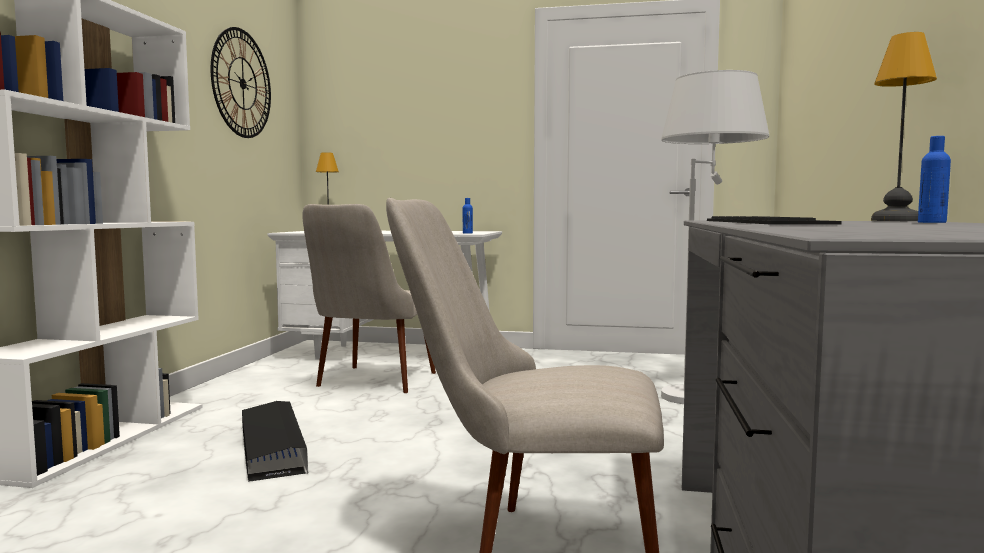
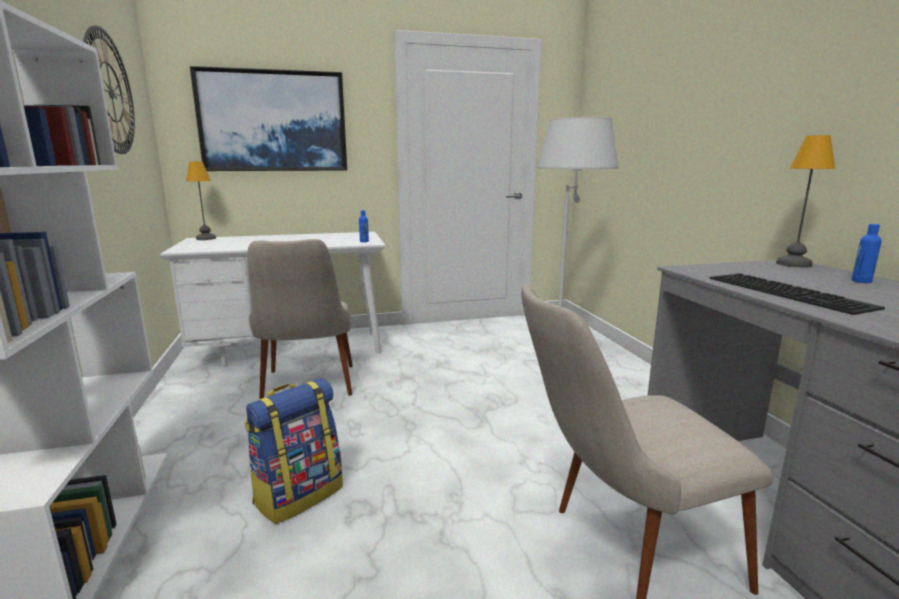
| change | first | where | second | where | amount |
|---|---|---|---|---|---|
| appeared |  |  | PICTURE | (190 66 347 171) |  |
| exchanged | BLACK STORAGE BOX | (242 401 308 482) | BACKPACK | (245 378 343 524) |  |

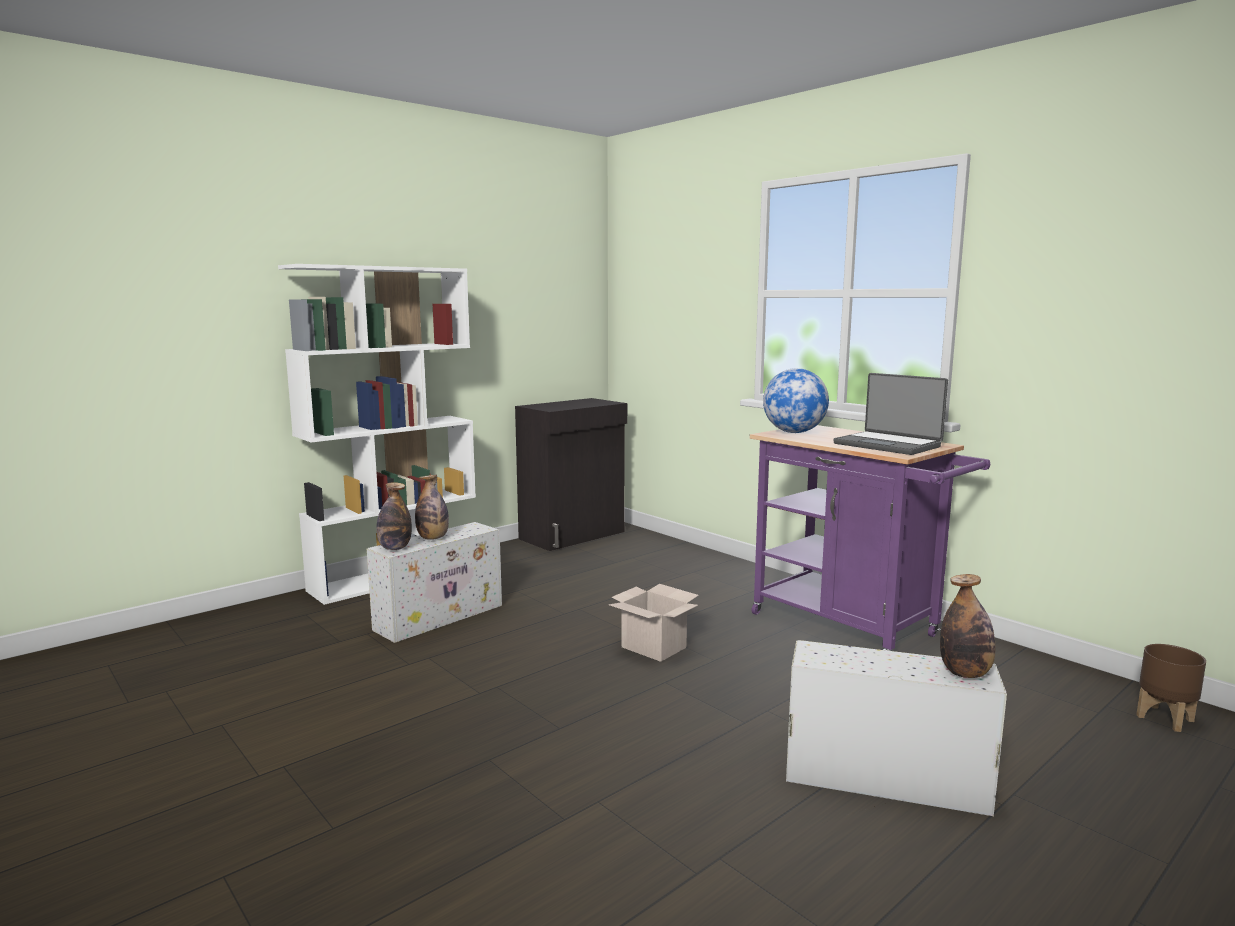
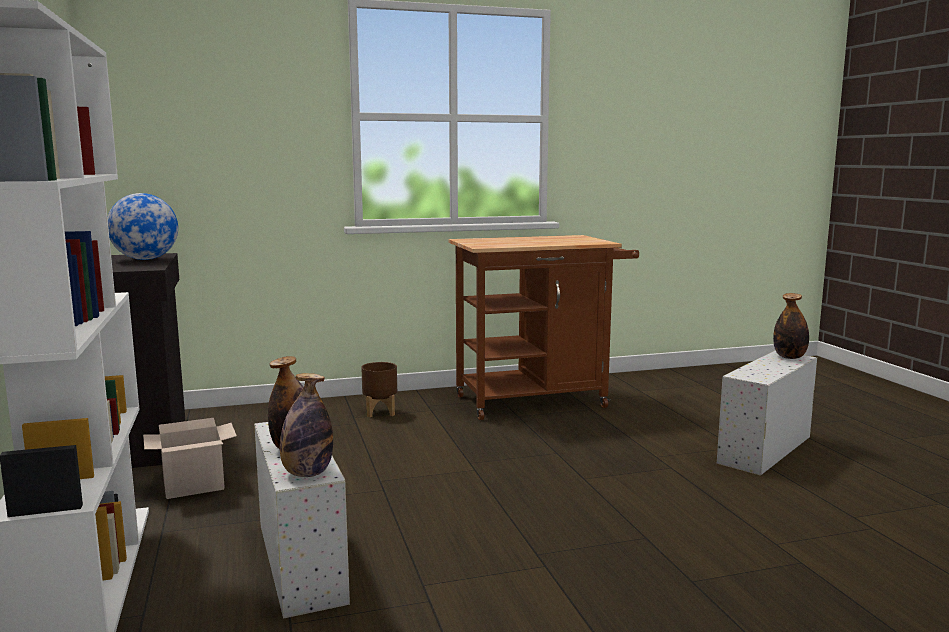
| change | first | where | second | where | amount |
|---|---|---|---|---|---|
| missing | LAPTOP | (833 373 948 455) |  |  |  |
| relocated | CARDBOARD BOX | (609 584 699 662) |  | (143 418 237 499) |  |
| relocated | GLOBE | (763 368 829 433) |  | (107 193 178 260) |  |
| relocated | BROWN PLANTER | (1136 644 1206 732) |  | (361 362 397 417) |  |
| colour | PURPLE CART | (749 425 990 651) | BROWN CART | (449 235 639 420) |  |

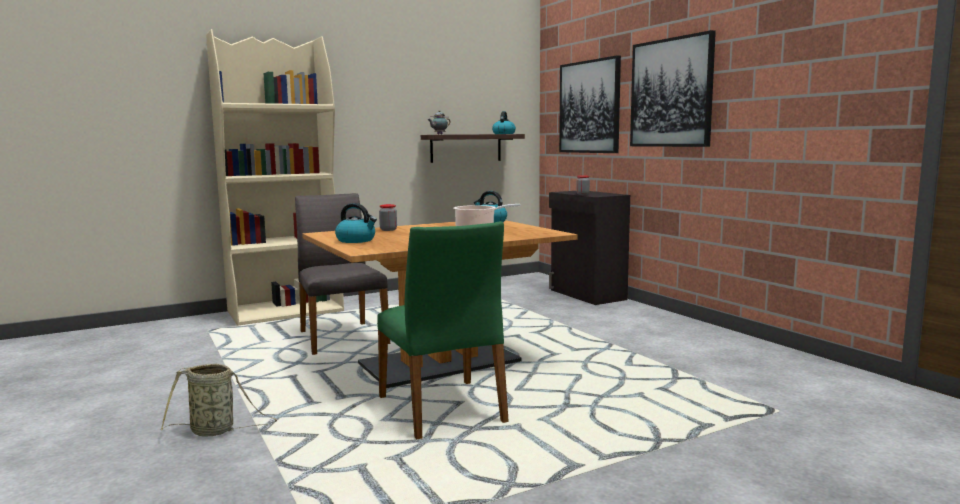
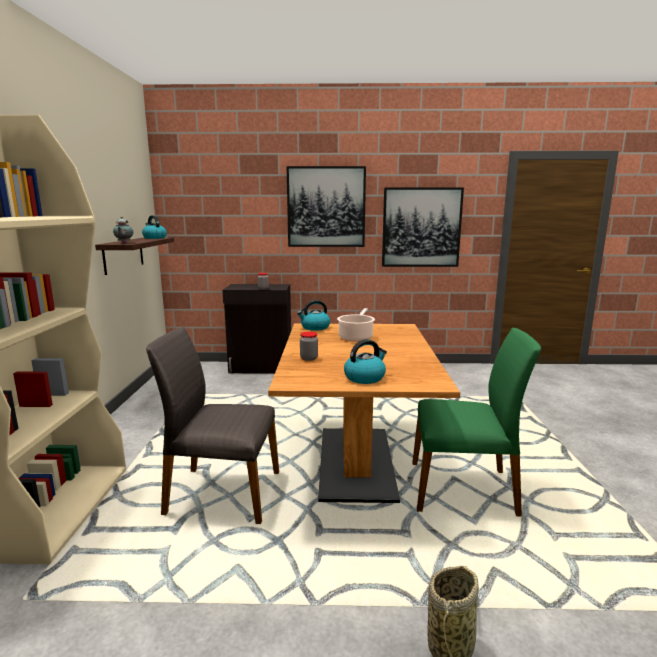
| change | first | where | second | where | amount |
|---|---|---|---|---|---|
| relocated | PICTURE | (559 55 621 153) |  | (382 188 464 267) |  |

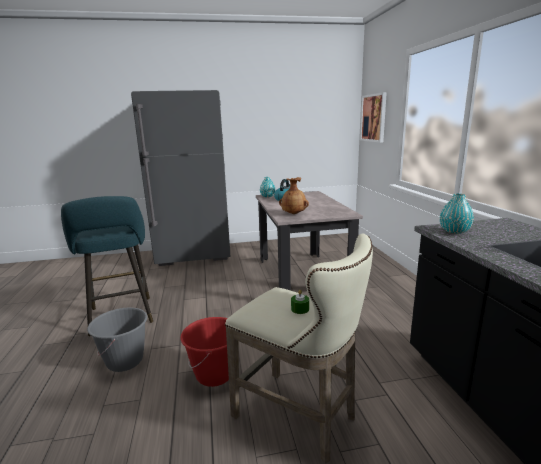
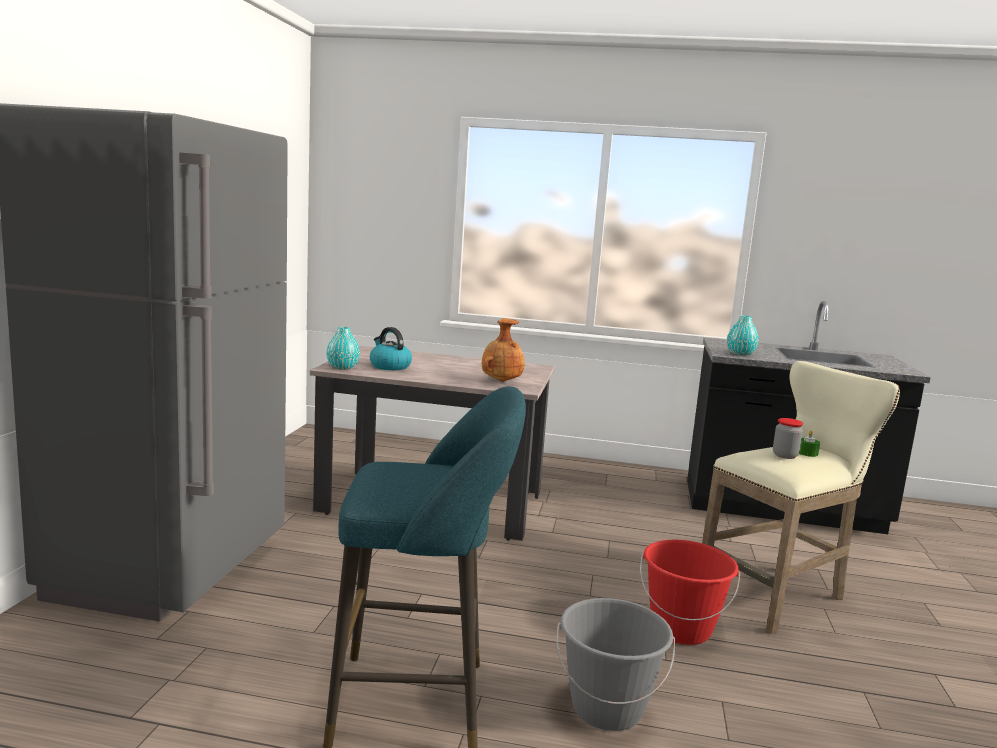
| change | first | where | second | where | amount |
|---|---|---|---|---|---|
| missing | PICTURE | (360 92 387 143) |  |  |  |
| appeared |  |  | JAR | (773 418 803 459) |  |

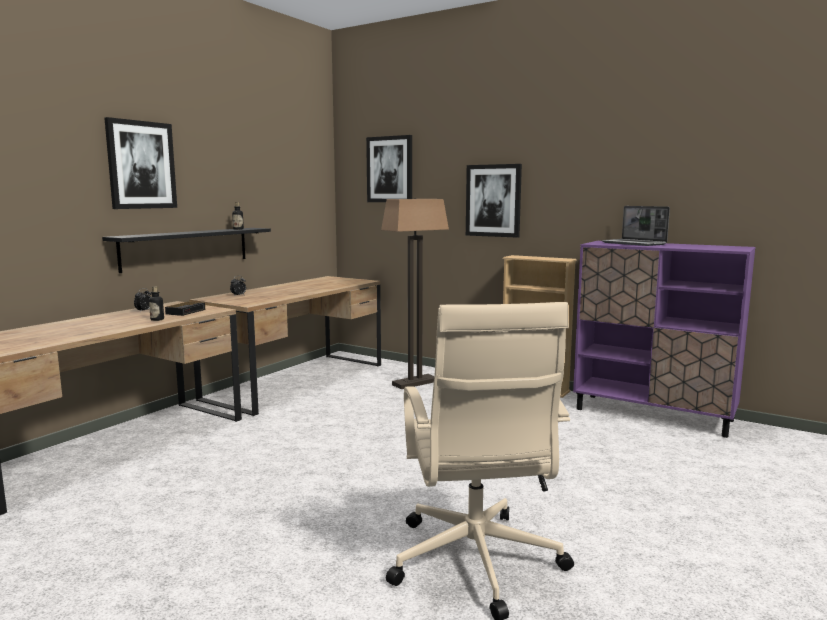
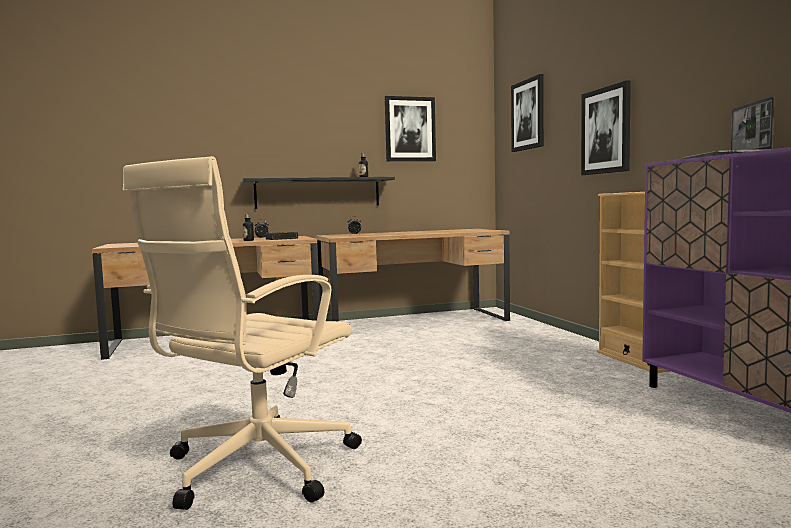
| change | first | where | second | where | amount |
|---|---|---|---|---|---|
| missing | FLOOR LAMP | (381 198 449 389) |  |  |  |
| relocated | PICTURE | (104 117 177 209) |  | (385 96 436 161) |  |

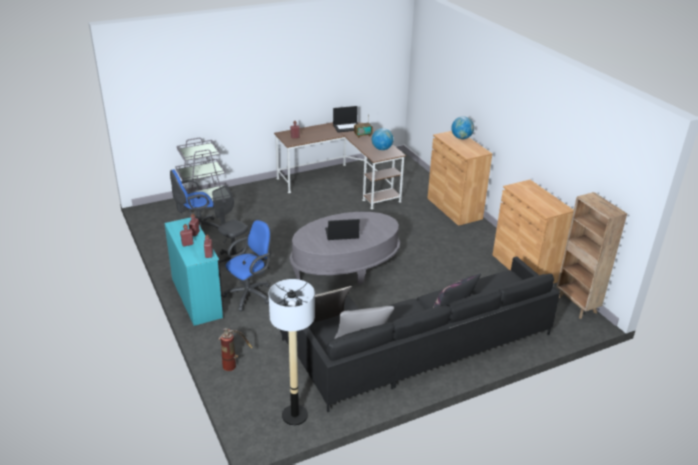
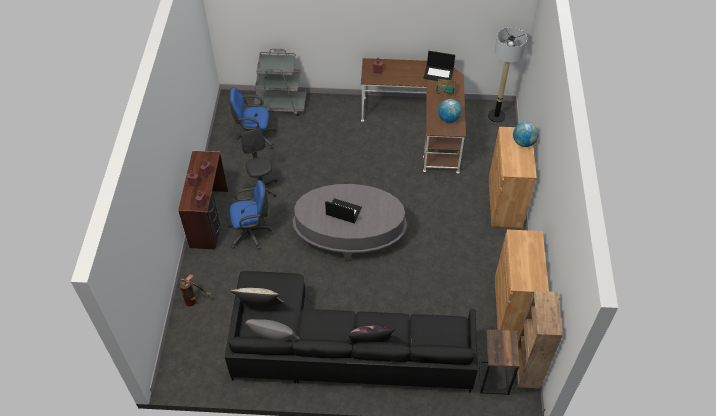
| change | first | where | second | where | amount |
|---|---|---|---|---|---|
| appeared |  |  | SIDE TABLE | (479 329 520 395) |  |
| relocated | FLOOR LAMP | (268 279 315 426) |  | (488 27 527 123) |  |
| colour | TURQUOISE DESK | (164 217 224 326) | BROWN DESK | (178 151 228 249) |  |

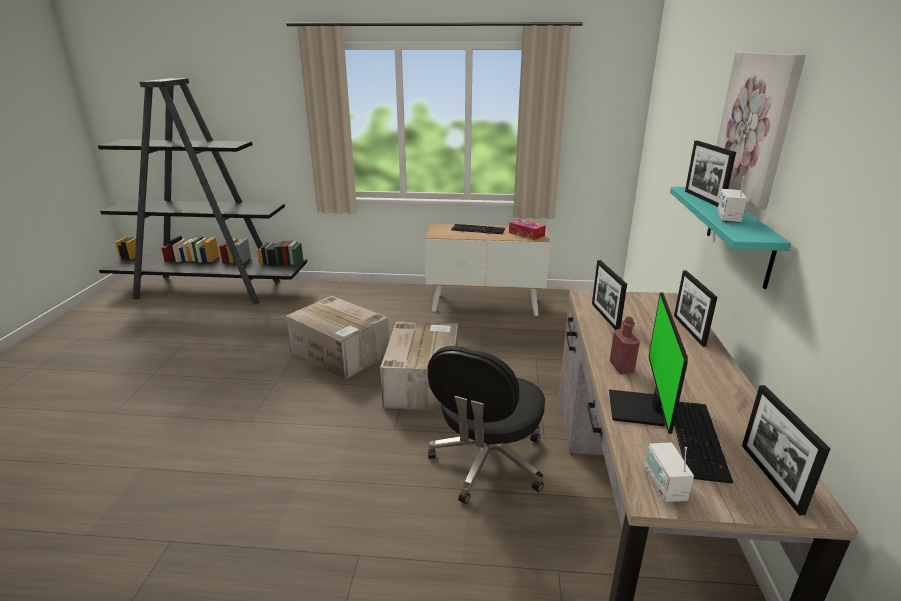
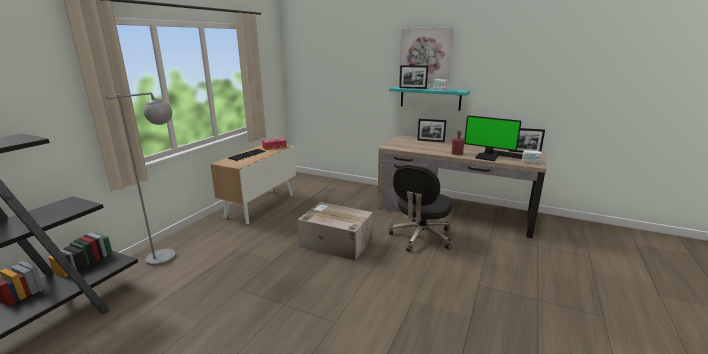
| change | first | where | second | where | amount |
|---|---|---|---|---|---|
| missing | CARDBOARD BOX | (285 296 389 380) |  |  |  |
| missing | PICTURE FRAME | (592 260 627 330) |  |  |  |
| appeared |  |  | GREY FLOOR LAMP | (106 92 176 266) |  |
| spun | BLACK OFFICE CHAIR | (428 346 545 504) |  | (389 165 453 252) | 75 degrees clockwise |

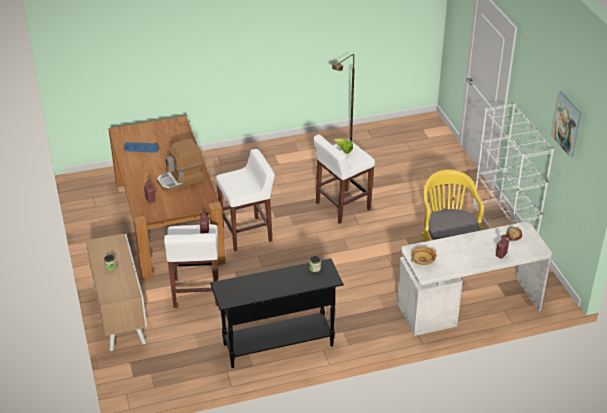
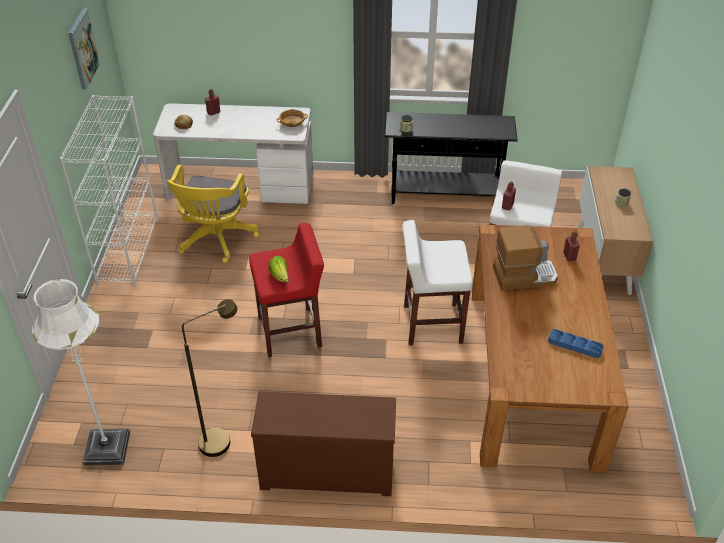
| change | first | where | second | where | amount |
|---|---|---|---|---|---|
| appeared |  |  | WHITE FLOOR LAMP | (32 279 130 466) |  |
| appeared |  |  | BROWN DRESSER | (251 391 396 496) |  |
| colour | WHITE STOOL | (313 134 375 224) | RED STOOL | (249 223 324 357) |  |

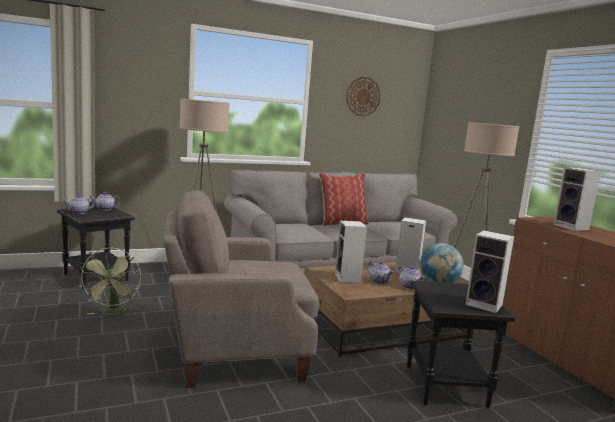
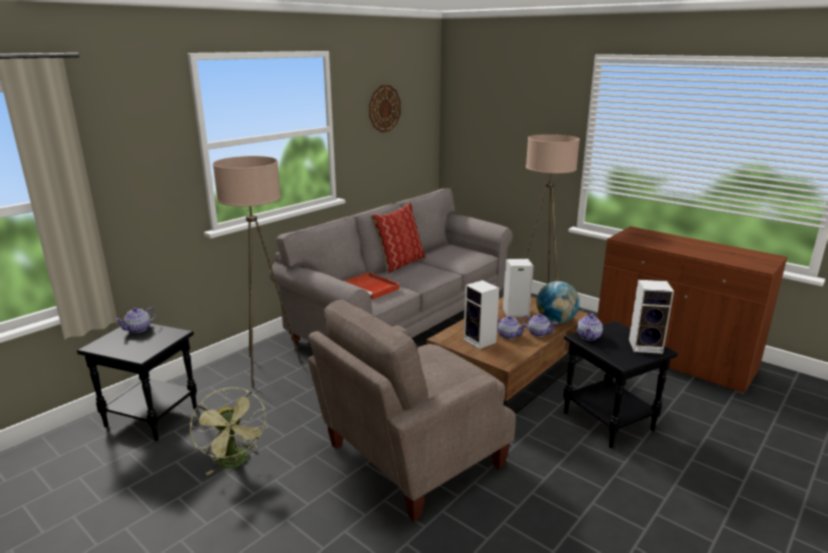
| change | first | where | second | where | amount |
|---|---|---|---|---|---|
| missing | SPEAKER | (553 167 601 231) |  |  |  |
| appeared |  |  | RED TRAY | (344 272 399 300) |  |
| relocated | TEAPOT | (62 195 95 214) |  | (577 313 603 341) |  |

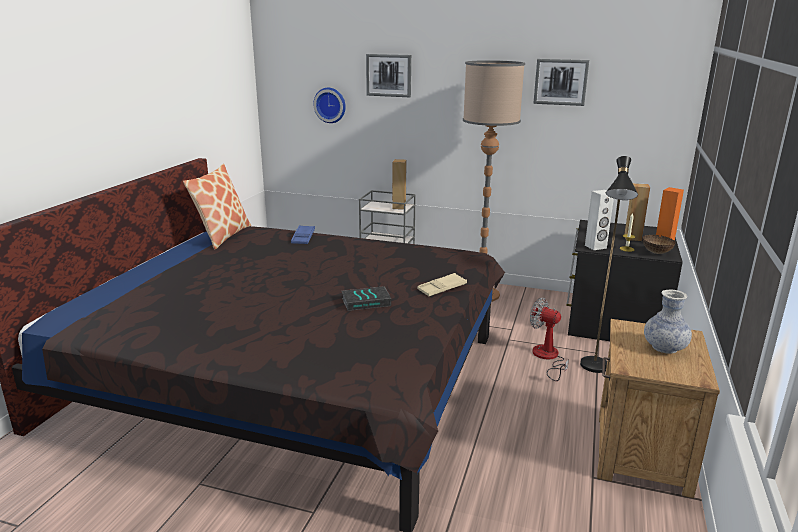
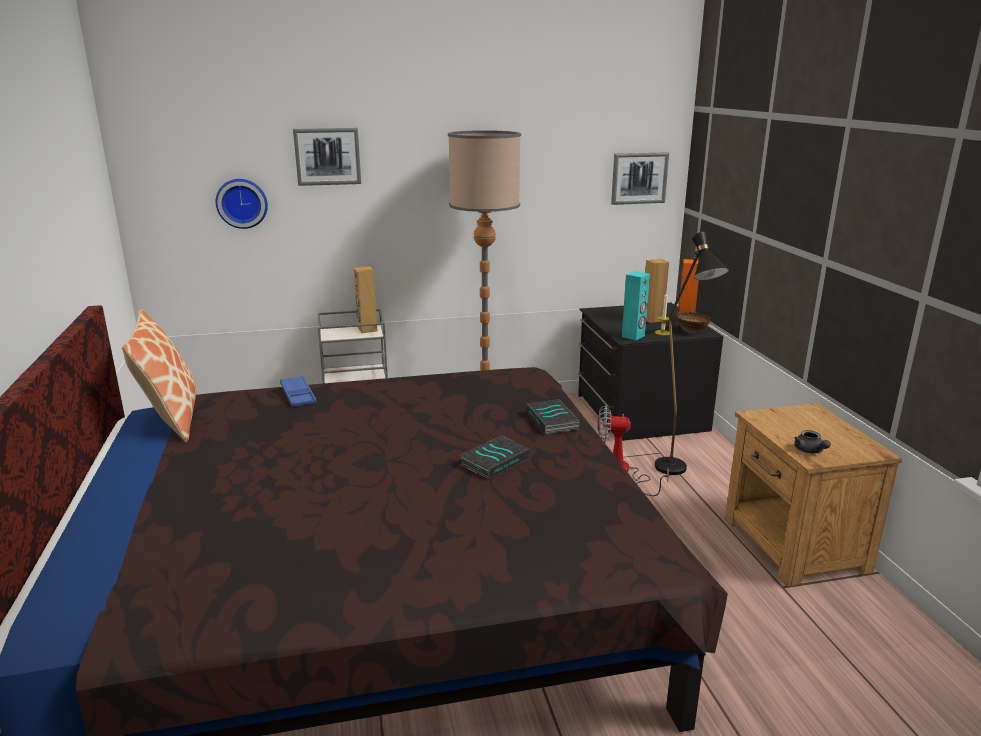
| change | first | where | second | where | amount |
|---|---|---|---|---|---|
| missing | VASE | (644 289 692 354) |  |  |  |
| appeared |  |  | GREY TEAPOT | (794 430 831 453) |  |
| relocated | PICTURE | (533 59 589 106) |  | (611 152 669 205) |  |
| exchanged | BEIGE TRAY | (417 273 467 296) | BOOK | (527 399 580 435) |  |
| colour | WHITE SPEAKER | (585 190 614 250) | TURQUOISE SPEAKER | (622 271 650 340) |  |

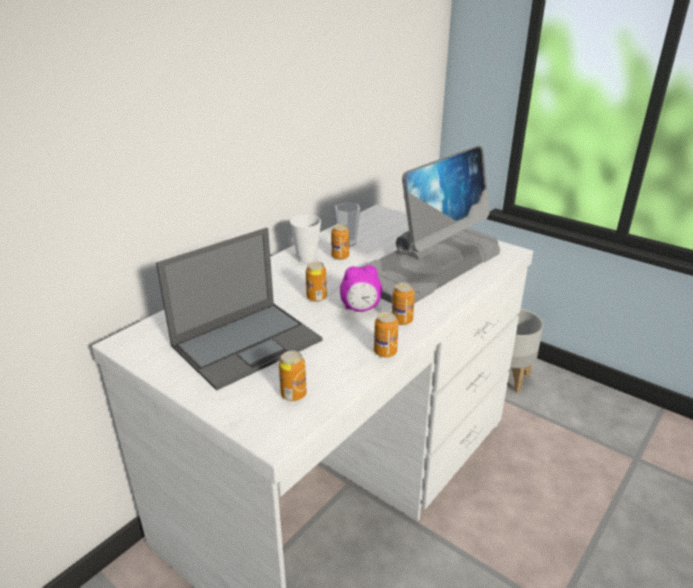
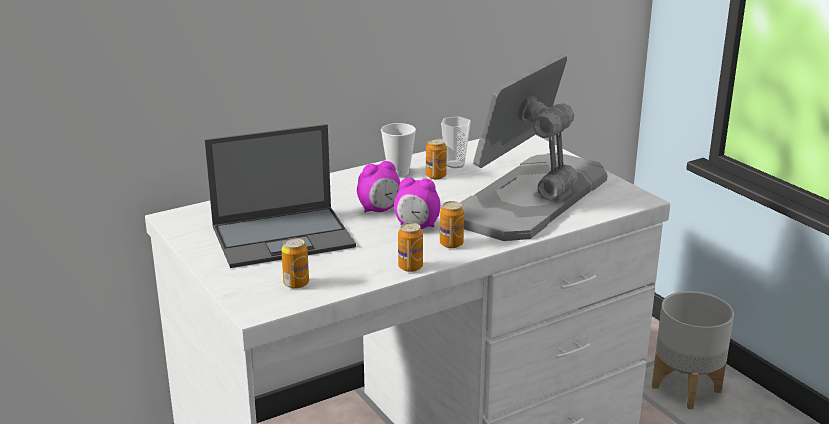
| change | first | where | second | where | amount |
|---|---|---|---|---|---|
| exchanged | CAN | (306 262 327 302) | ALARM CLOCK | (357 161 400 213) |  |
| spun | MONITOR | (361 146 500 303) |  | (460 54 607 241) | 150 degrees clockwise |

